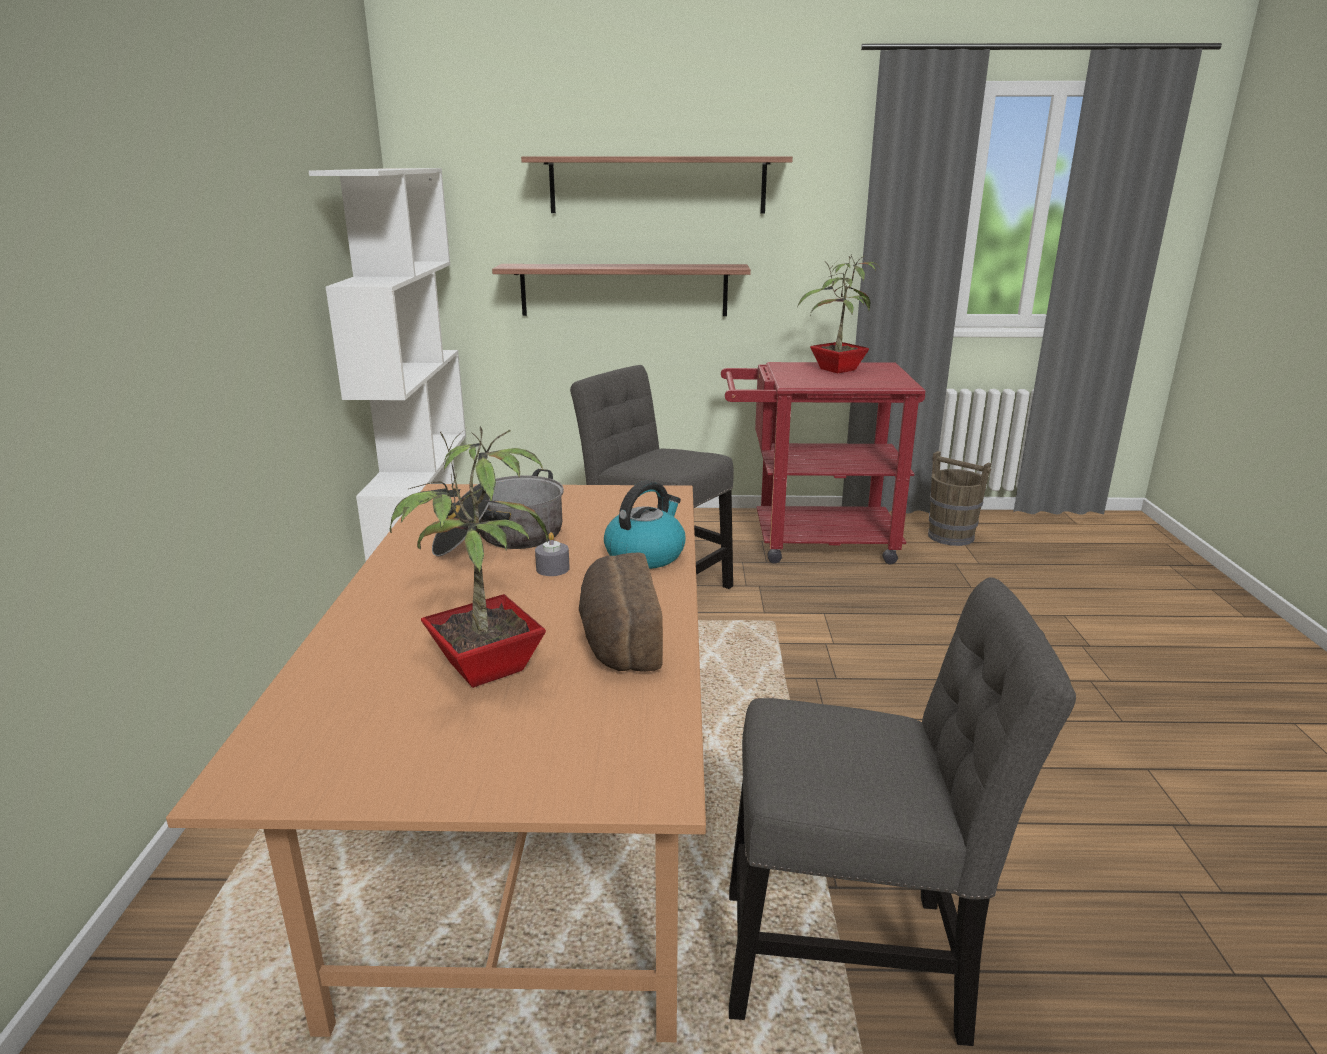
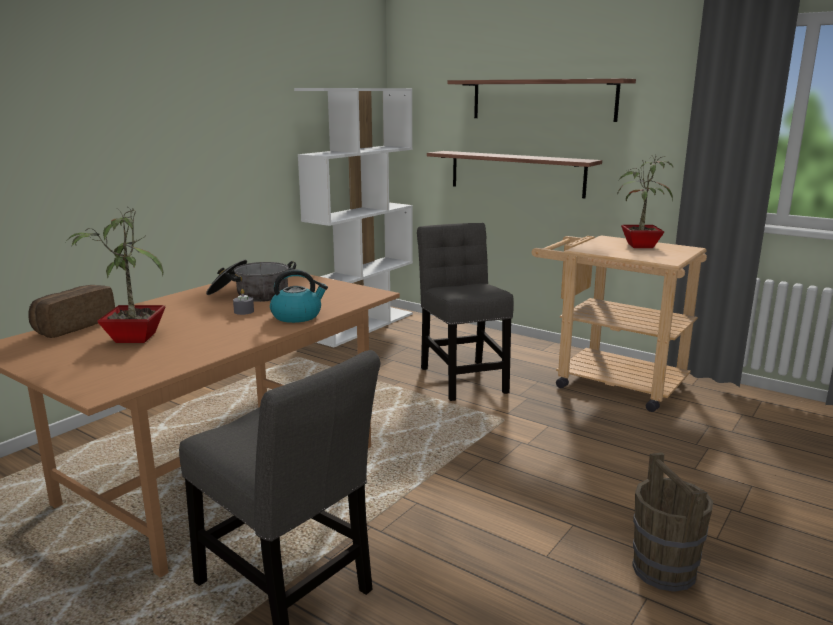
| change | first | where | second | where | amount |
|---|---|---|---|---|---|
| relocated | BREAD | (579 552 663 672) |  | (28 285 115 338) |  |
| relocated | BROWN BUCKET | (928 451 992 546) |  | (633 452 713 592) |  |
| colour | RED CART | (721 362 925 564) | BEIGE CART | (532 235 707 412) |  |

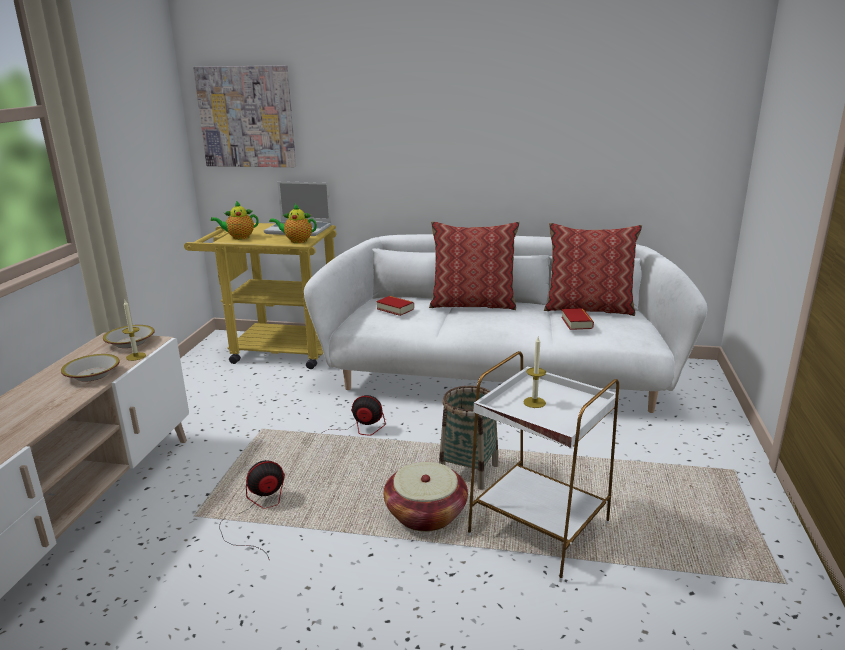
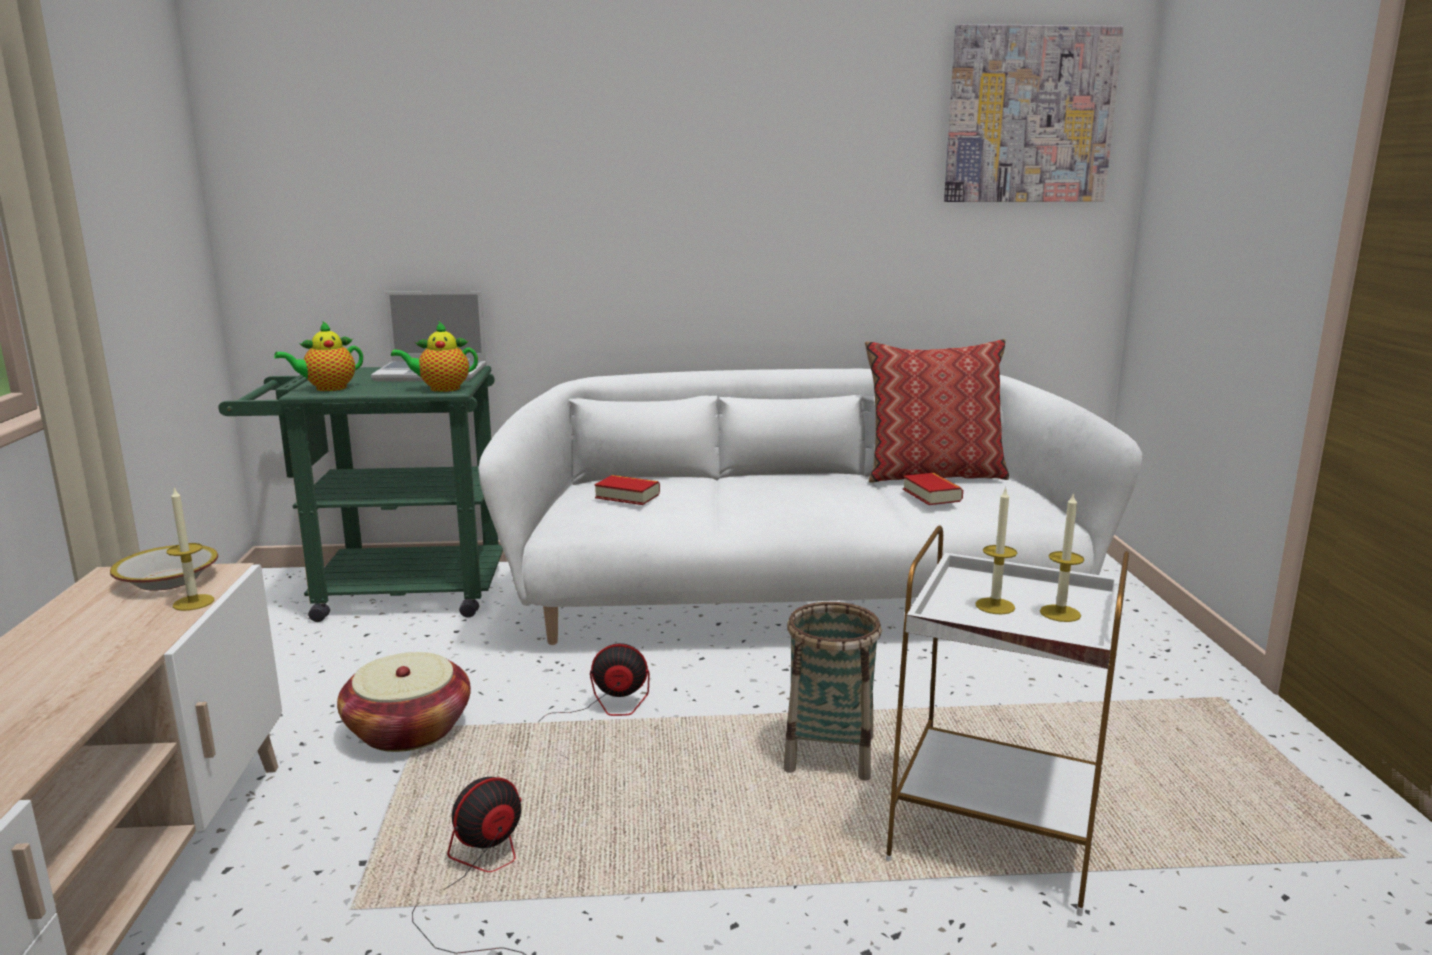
| change | first | where | second | where | amount |
|---|---|---|---|---|---|
| missing | BOWL | (61 354 120 382) |  |  |  |
| missing | PILLOW | (429 221 520 310) |  |  |  |
| appeared |  |  | CANDLE | (1040 492 1084 622) |  |
| relocated | PICTURE | (193 65 296 167) |  | (944 24 1124 202) |  |
| relocated | BASKET | (384 462 468 532) |  | (337 652 471 752) |  |
| colour | YELLOW CART | (184 223 337 369) | GREEN CART | (218 366 503 622) |  |

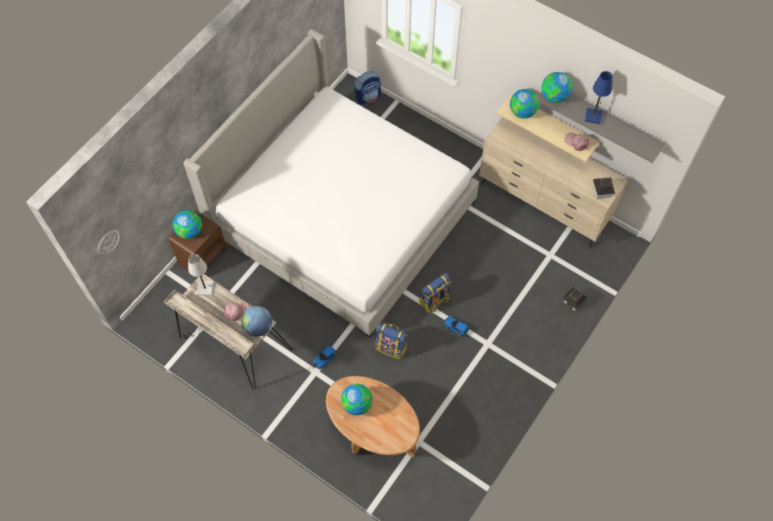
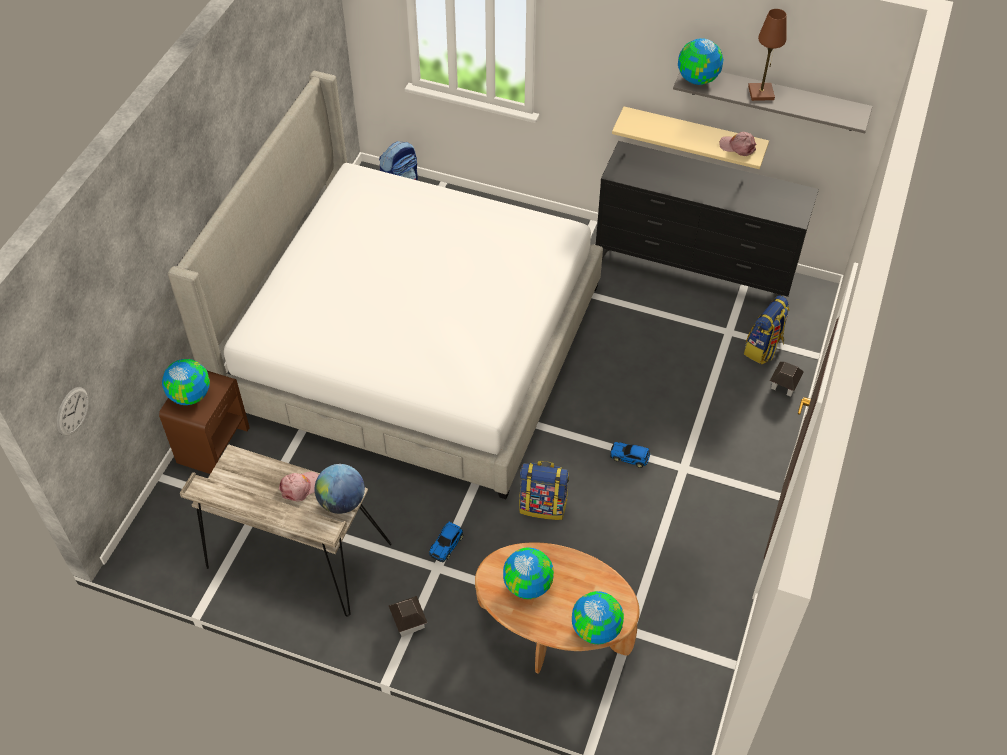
| change | first | where | second | where | amount |
|---|---|---|---|---|---|
| missing | WHITE TABLE LAMP | (188 254 214 296) |  |  |  |
| relocated | BACKPACK | (420 273 451 313) |  | (744 296 790 365) |  |
| relocated | GLOBE | (510 89 539 119) |  | (572 591 624 644) |  |
| relocated | TOY HOUSE | (593 177 615 199) |  | (389 596 427 637) |  |
| colour | BEIGE DRESSER | (479 117 628 248) | BLACK DRESSER | (596 141 819 297) |  |
| colour | BLUE TABLE LAMP | (585 71 613 124) | BROWN TABLE LAMP | (748 9 787 101) |  |

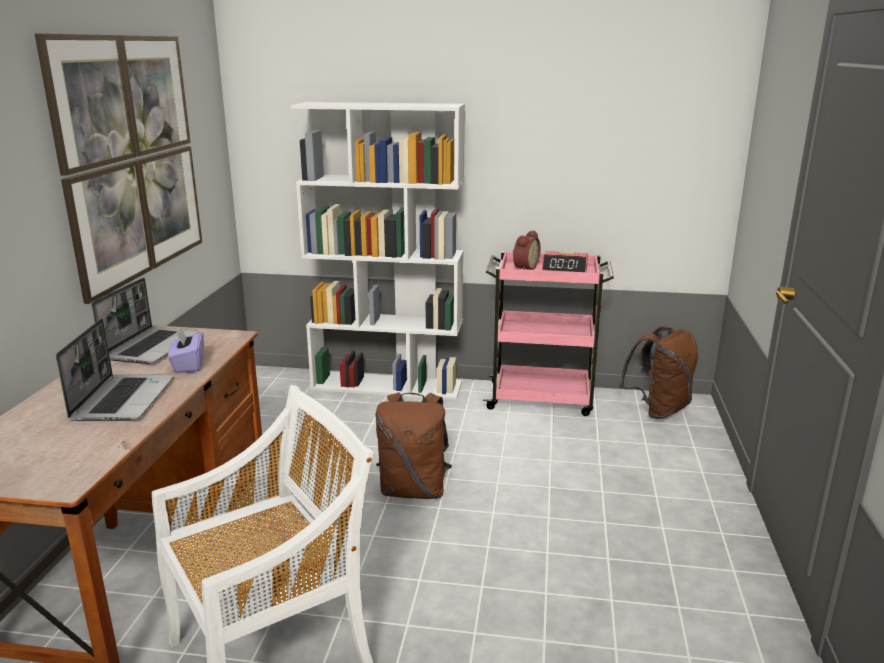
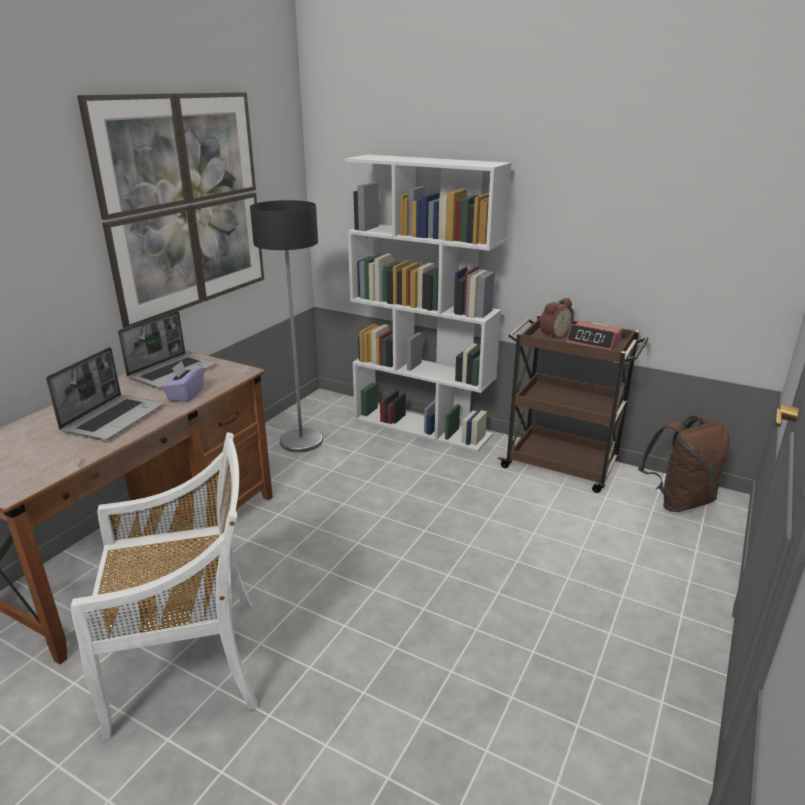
| change | first | where | second | where | amount |
|---|---|---|---|---|---|
| missing | BROWN BACKPACK | (375 392 452 499) |  |  |  |
| appeared |  |  | FLOOR LAMP | (250 200 323 452) |  |
| colour | PINK CART | (483 251 614 416) | BROWN CART | (498 315 649 493) |  |

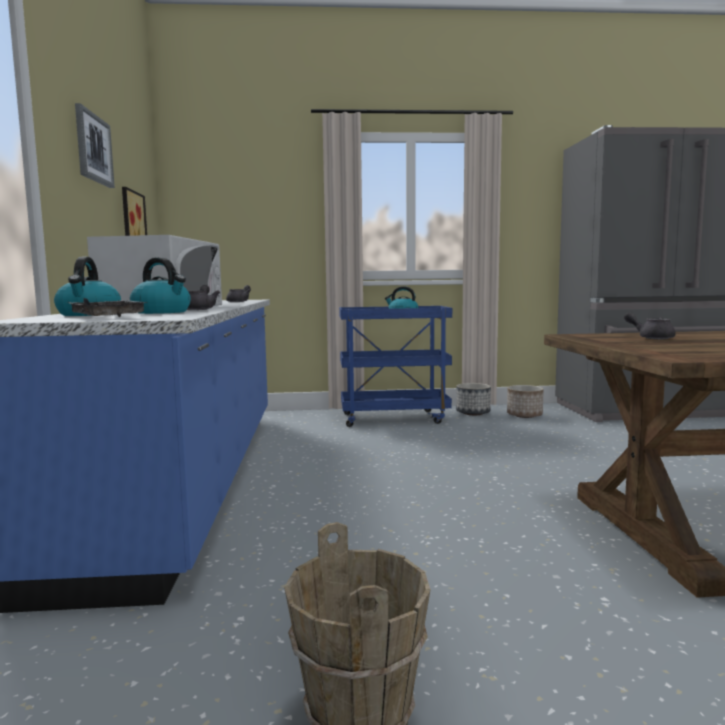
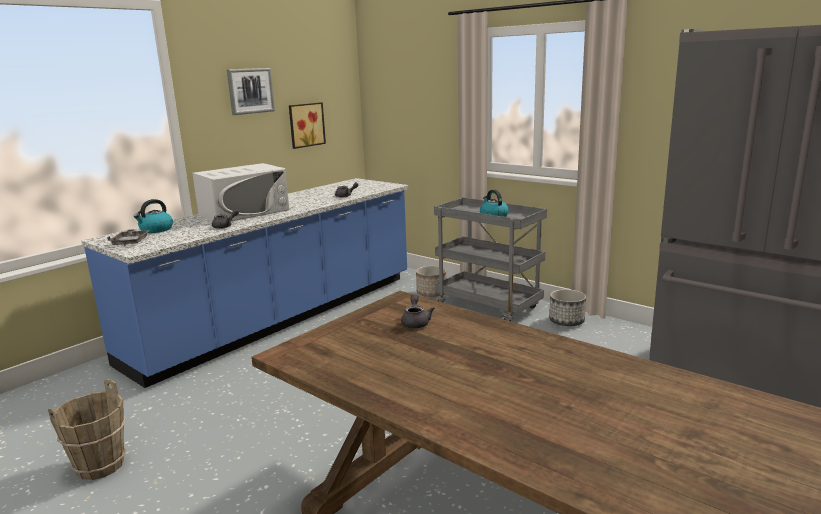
| change | first | where | second | where | amount |
|---|---|---|---|---|---|
| missing | KETTLE | (130 257 191 314) |  |  |  |
| relocated | PLANTER | (507 385 544 418) |  | (416 266 446 297) |  |
| colour | BLUE CART | (339 306 452 427) | GREY CART | (434 197 547 321) |  |

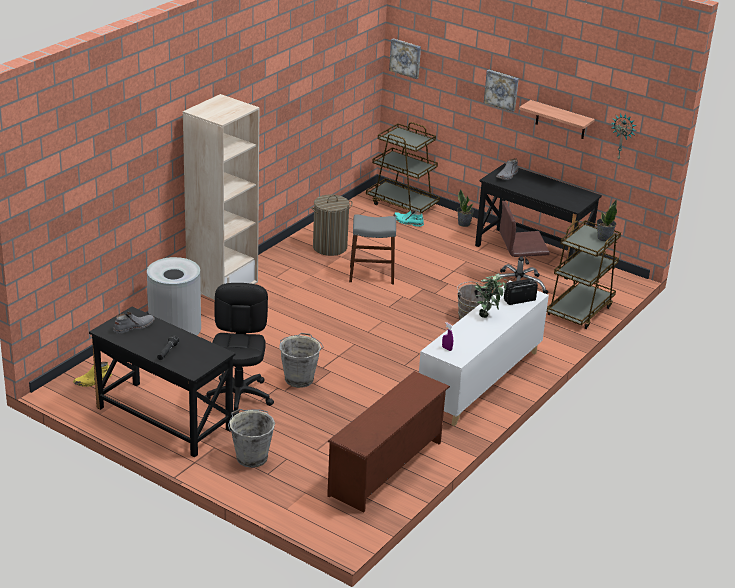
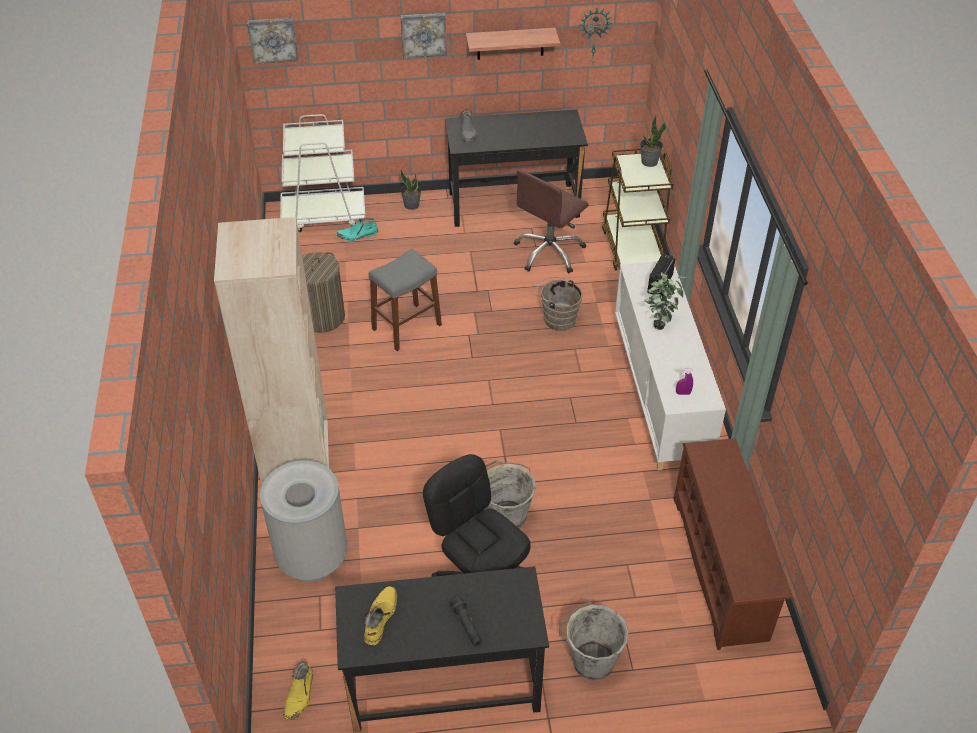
| change | first | where | second | where | amount |
|---|---|---|---|---|---|
| colour | GREY BOOT | (113 312 155 334) | YELLOW BOOT | (364 586 397 645) |  |
| colour | BROWN CART | (366 122 440 213) | WHITE CART | (280 114 366 232) |  |

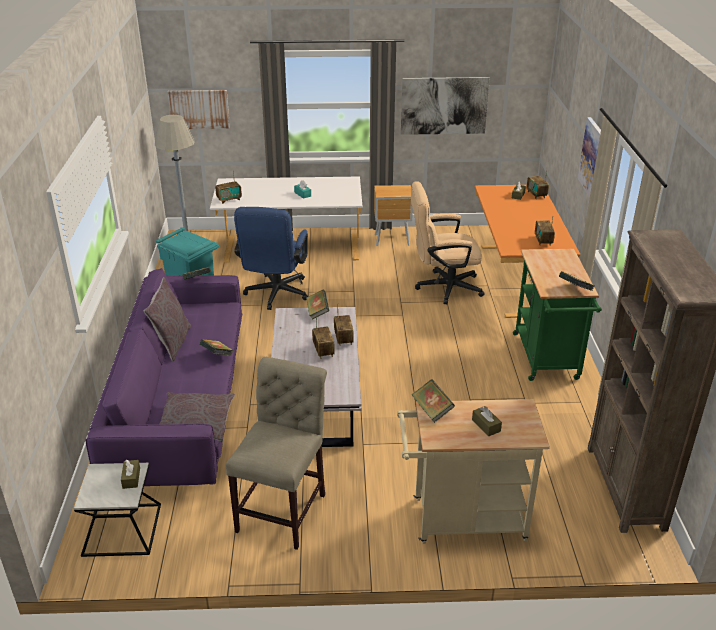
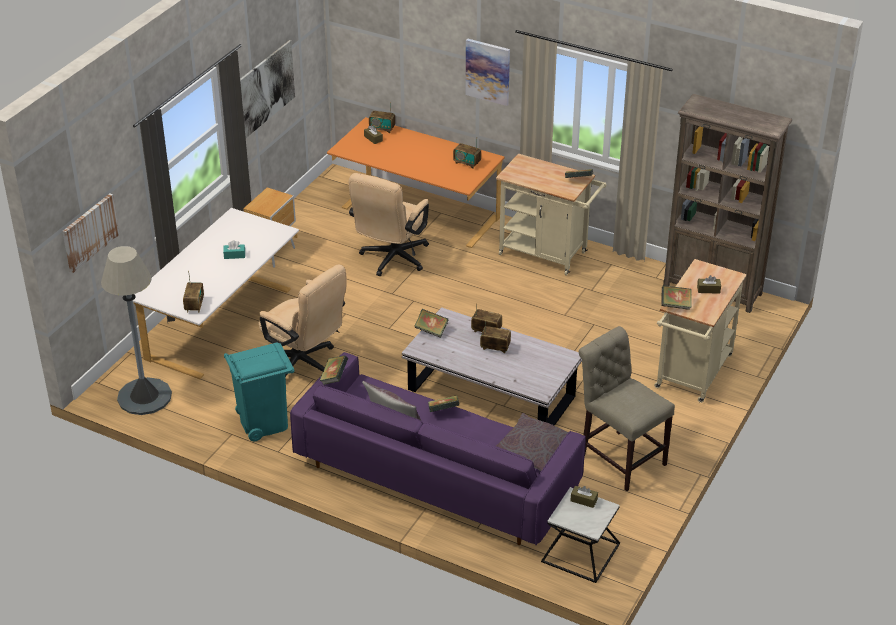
| change | first | where | second | where | amount |
|---|---|---|---|---|---|
| colour | BLUE OFFICE CHAIR | (234 207 308 310) | BEIGE OFFICE CHAIR | (259 264 347 377) |  |
| colour | GREEN CART | (513 249 602 381) | BEIGE CART | (496 154 607 276) |  |

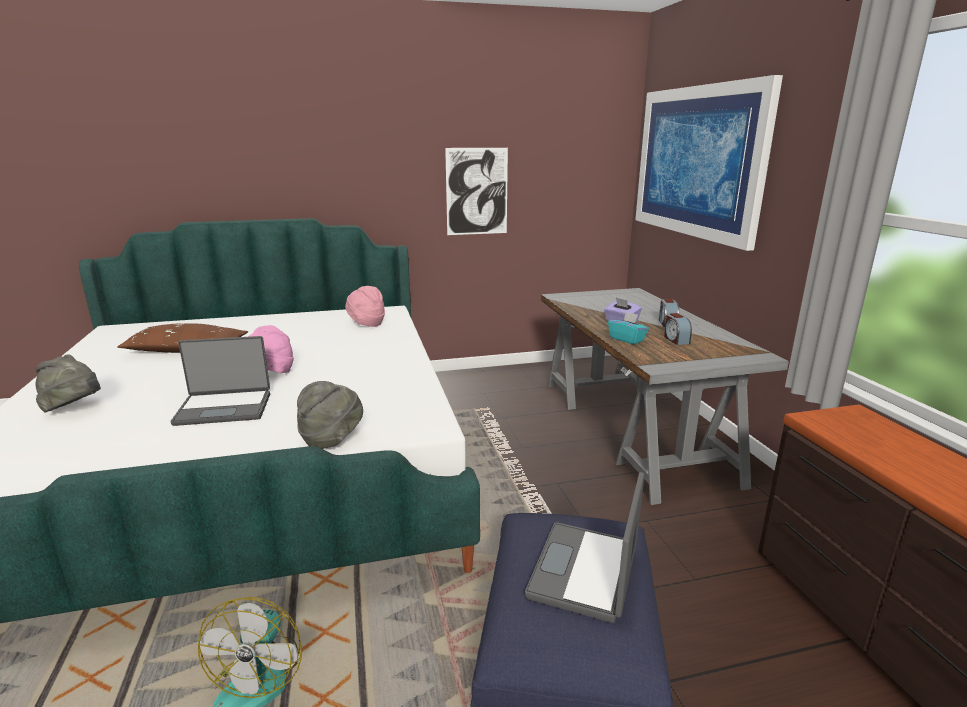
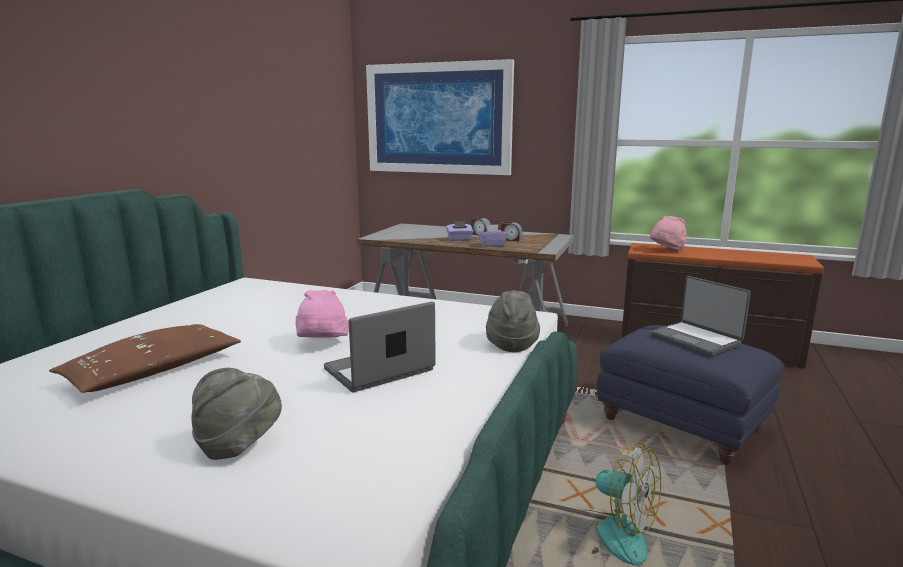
| change | first | where | second | where | amount |
|---|---|---|---|---|---|
| missing | PICTURE | (445 148 508 235) |  |  |  |
| relocated | PINK HAT | (345 286 385 327) |  | (650 216 687 250) |  |
| colour | TURQUOISE TISSUE BOX | (608 312 649 344) | PURPLE TISSUE BOX | (479 225 508 247) |  |
| spun | LAPTOP | (170 336 270 426) |  | (324 301 436 392) | 150 degrees counterclockwise |

